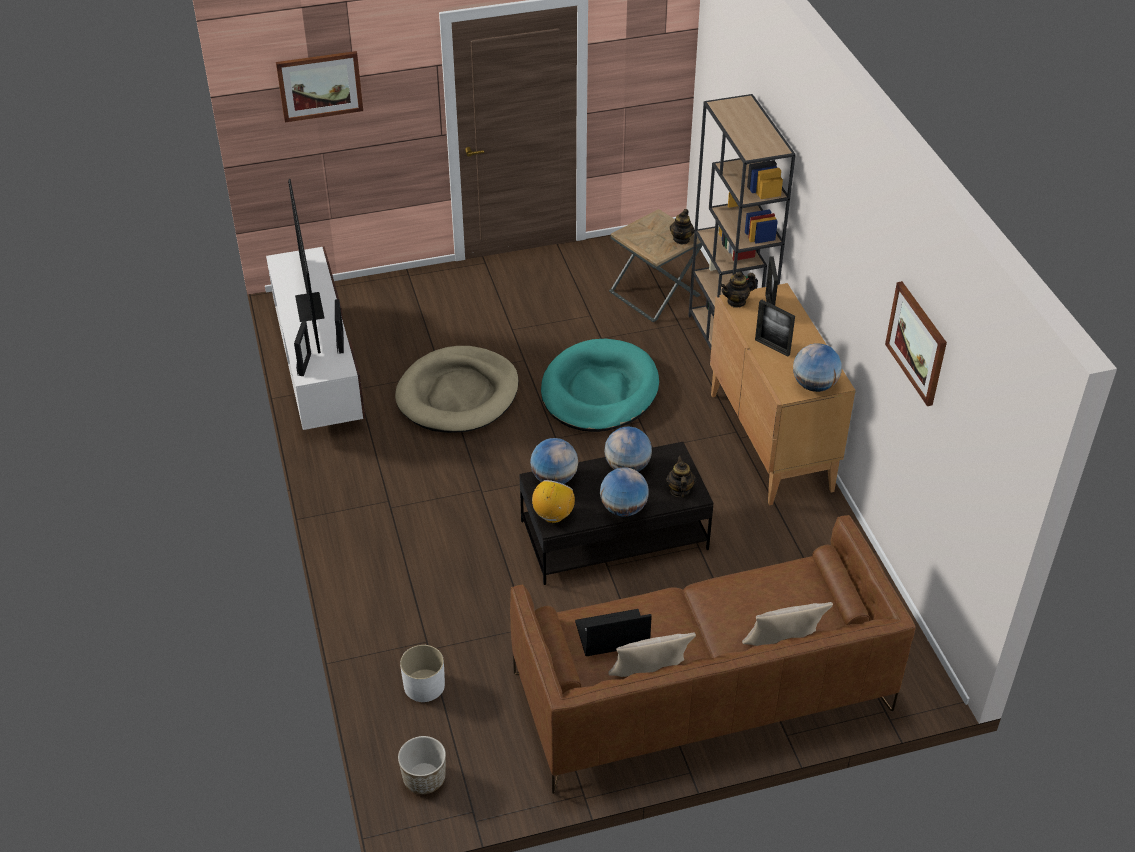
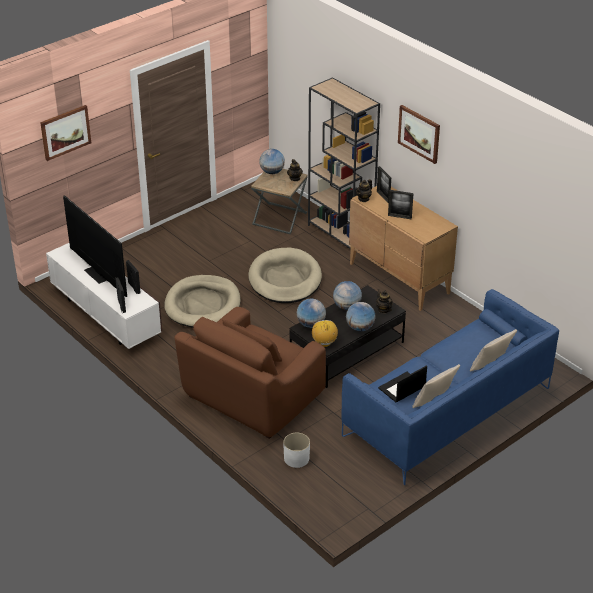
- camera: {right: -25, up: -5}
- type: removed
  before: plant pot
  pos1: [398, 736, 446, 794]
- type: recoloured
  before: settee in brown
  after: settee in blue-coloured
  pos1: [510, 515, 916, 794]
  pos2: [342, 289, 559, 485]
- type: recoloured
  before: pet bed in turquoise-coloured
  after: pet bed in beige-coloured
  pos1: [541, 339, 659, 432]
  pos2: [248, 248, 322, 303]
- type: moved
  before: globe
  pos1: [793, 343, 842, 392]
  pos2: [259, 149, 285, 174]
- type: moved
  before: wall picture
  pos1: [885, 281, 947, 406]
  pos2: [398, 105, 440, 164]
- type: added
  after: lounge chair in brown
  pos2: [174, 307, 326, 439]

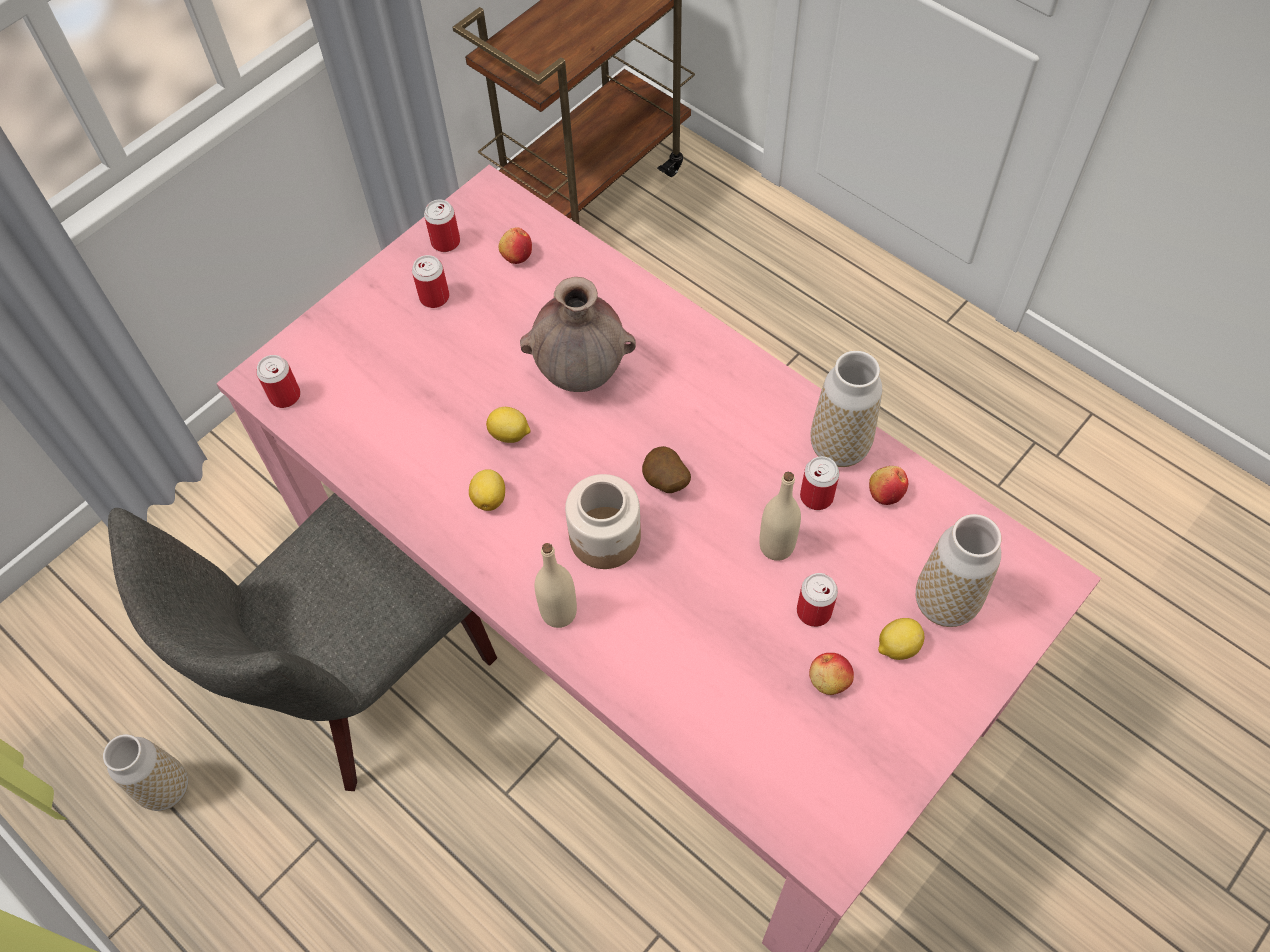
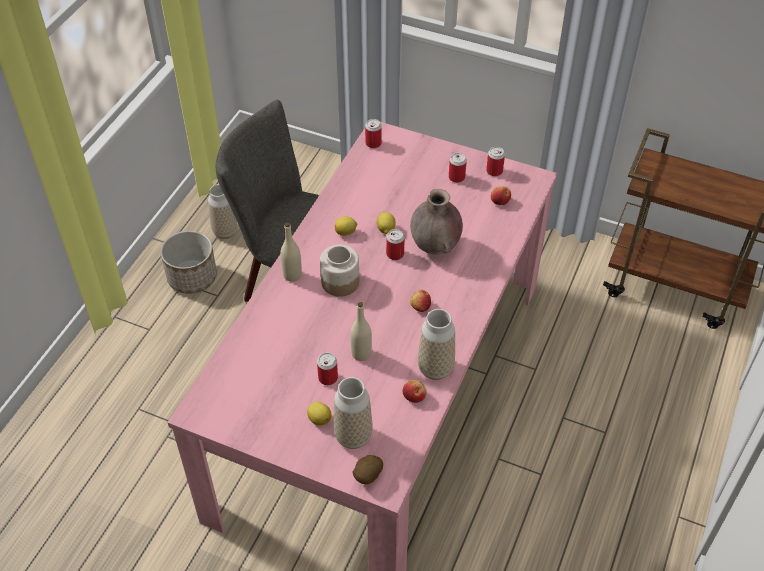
- camera: {right: 70, up: -10}
- type: moved
  before: potato
  pos1: [642, 446, 691, 493]
  pos2: [352, 455, 383, 484]
- type: moved
  before: metal can
  pos1: [800, 456, 839, 510]
  pos2: [386, 229, 405, 260]
- type: moved
  before: apple fruit
  pos1: [809, 653, 854, 695]
  pos2: [410, 290, 431, 312]
- type: added
  after: plant pot
  pos2: [160, 231, 217, 294]

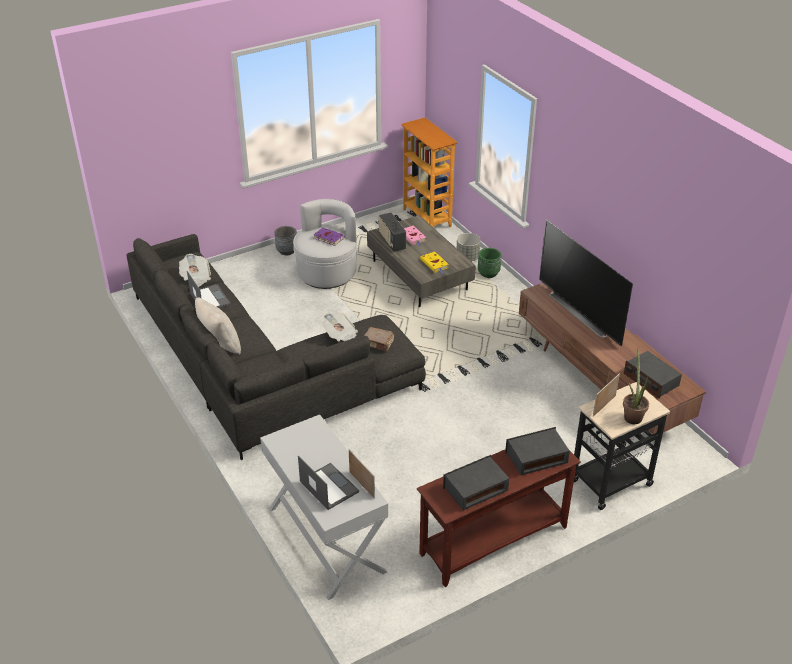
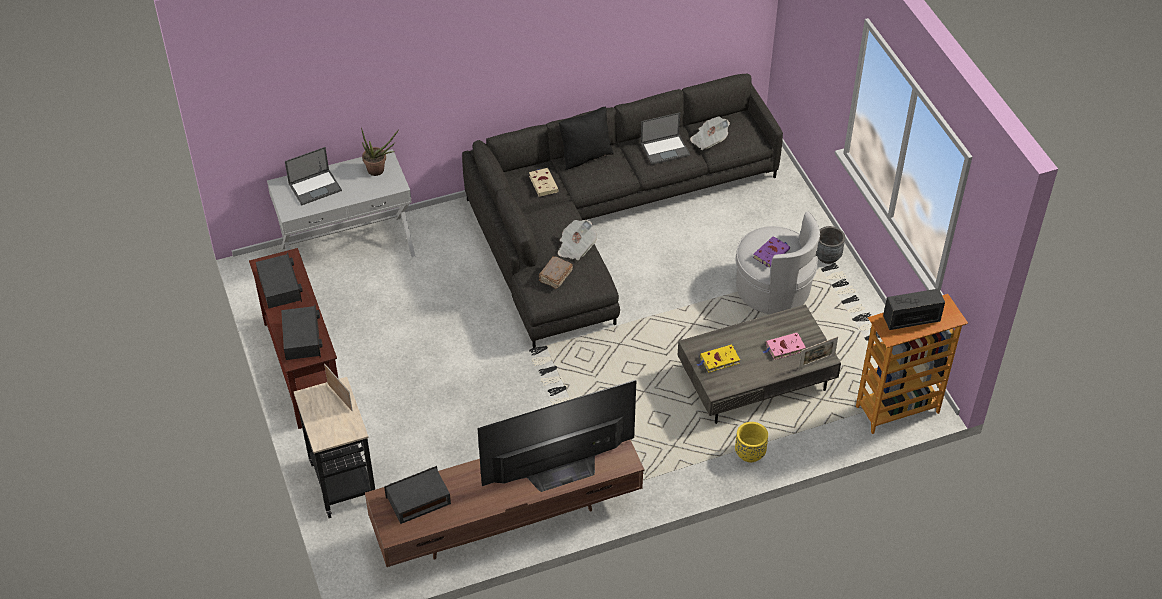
- camera: {right: 100, up: 10}
- type: recoloured
  before: pillow in beige-coloured
  after: pillow in black
  pos1: [195, 298, 241, 355]
  pos2: [559, 107, 614, 170]
- type: moved
  before: standing frame
  pos1: [349, 450, 375, 499]
  pos2: [799, 336, 838, 370]
- type: moved
  before: radio set
  pos1: [379, 212, 406, 252]
  pos2: [883, 288, 945, 330]
- type: removed
  before: plant pot in grey
  pos1: [457, 233, 481, 261]
- type: recoloured
  before: plant pot in green
  after: plant pot in yellow-coloured
  pos1: [478, 248, 501, 278]
  pos2: [735, 422, 768, 462]
- type: moved
  before: plant in a pot
  pos1: [623, 348, 649, 424]
  pos2: [361, 127, 399, 176]
- type: added
  after: bound book in beige-coloured
  pos2: [529, 168, 559, 197]

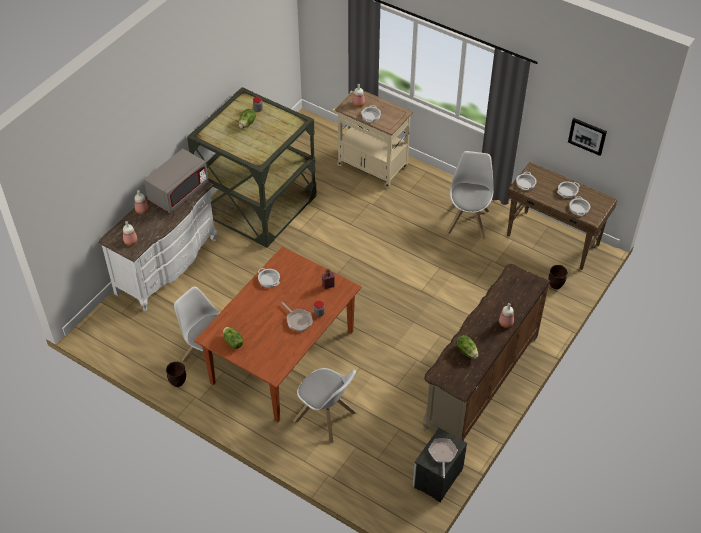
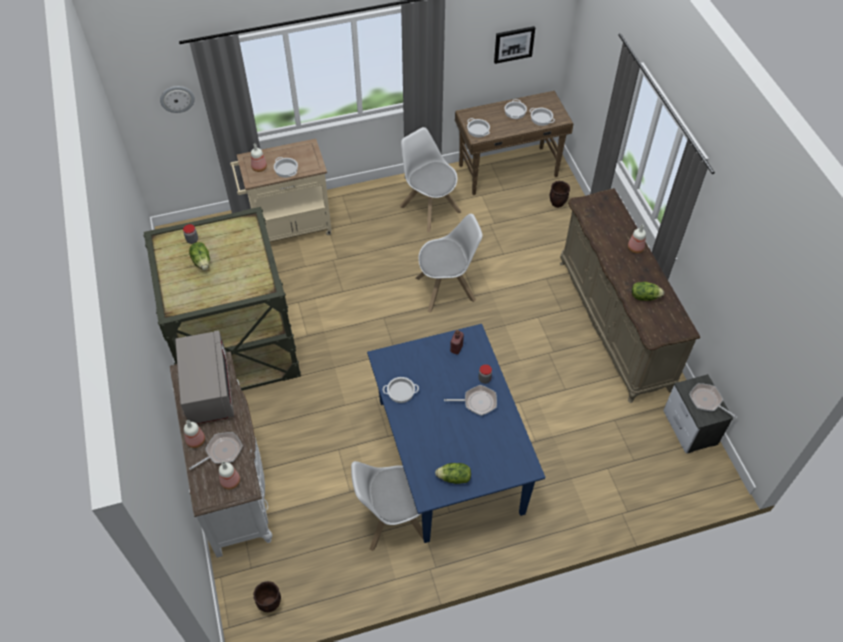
- camera: {right: -50, up: 5}
- type: moved
  before: plant pot in brown
  pos1: [166, 362, 186, 387]
  pos2: [253, 581, 281, 612]
- type: recoloured
  before: kitchen table in brown
  after: kitchen table in blue-coloured
  pos1: [194, 246, 362, 422]
  pos2: [367, 324, 545, 543]
- type: moved
  before: upright chair
  pos1: [293, 368, 356, 443]
  pos2: [415, 214, 483, 313]
- type: added
  after: clock on the wall
  pos2: [160, 86, 195, 113]
- type: added
  after: frying pan
  pos2: [189, 432, 243, 470]

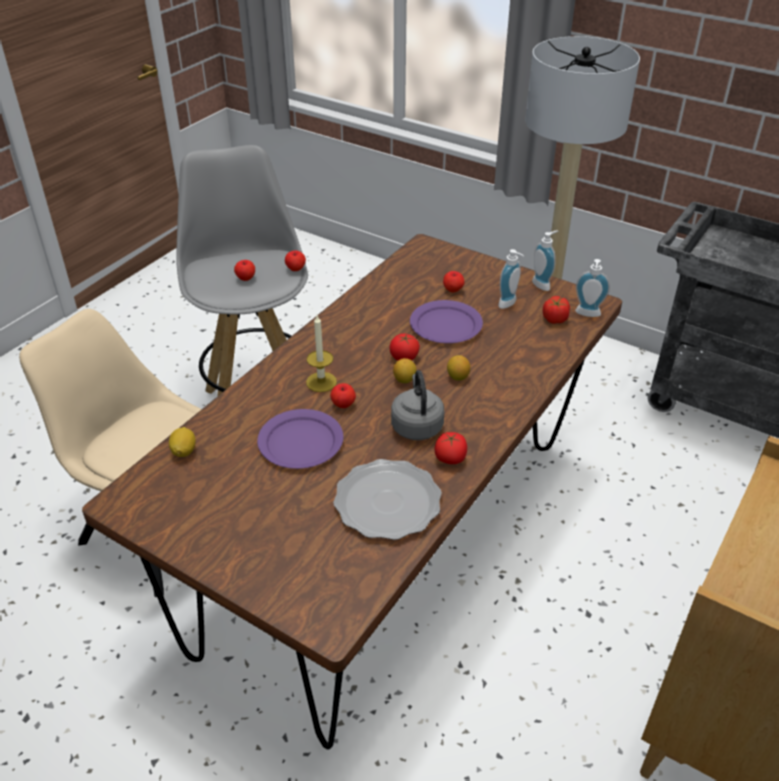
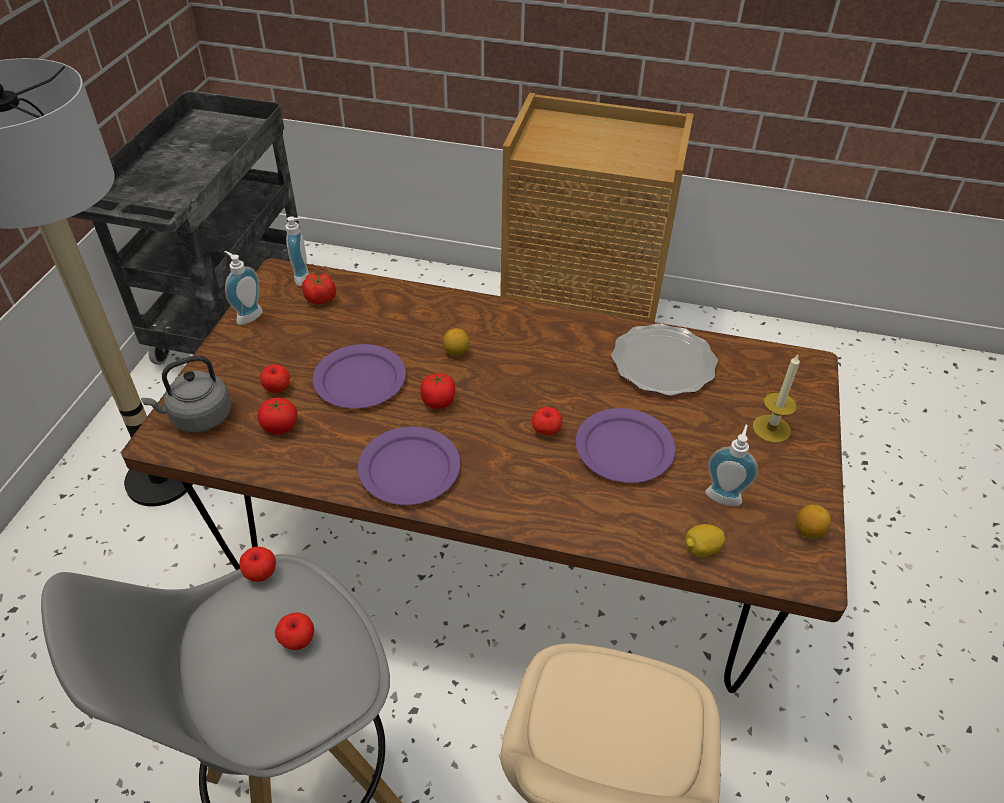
- camera: {right: -110, up: 5}
- type: moved
  before: wax candle
  pos1: [306, 315, 337, 392]
  pos2: [752, 355, 800, 443]
- type: moved
  before: tea kettle in grey
  pos1: [391, 370, 444, 440]
  pos2: [141, 355, 231, 432]
- type: moved
  before: lemon
  pos1: [393, 358, 417, 383]
  pos2: [796, 505, 831, 539]
- type: moved
  before: fresh tomato
  pos1: [435, 432, 467, 464]
  pos2: [258, 398, 297, 435]
- type: moved
  before: soap dispenser
  pos1: [498, 249, 524, 309]
  pos2: [705, 425, 758, 506]
- type: added
  after: flat dish in purple
  pos2: [358, 427, 460, 505]

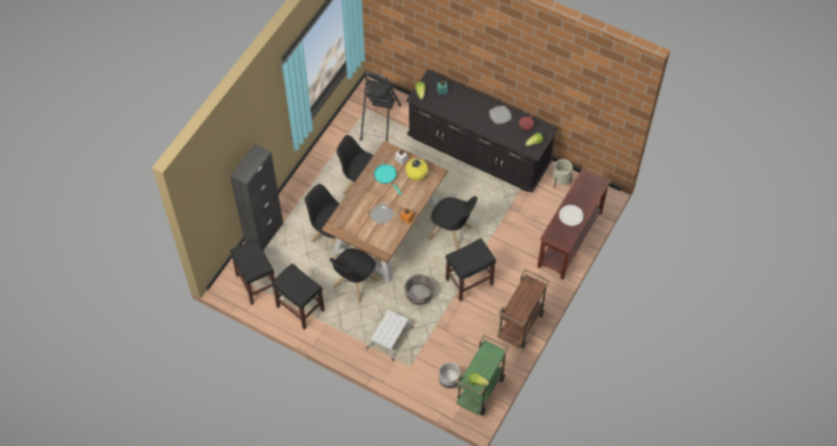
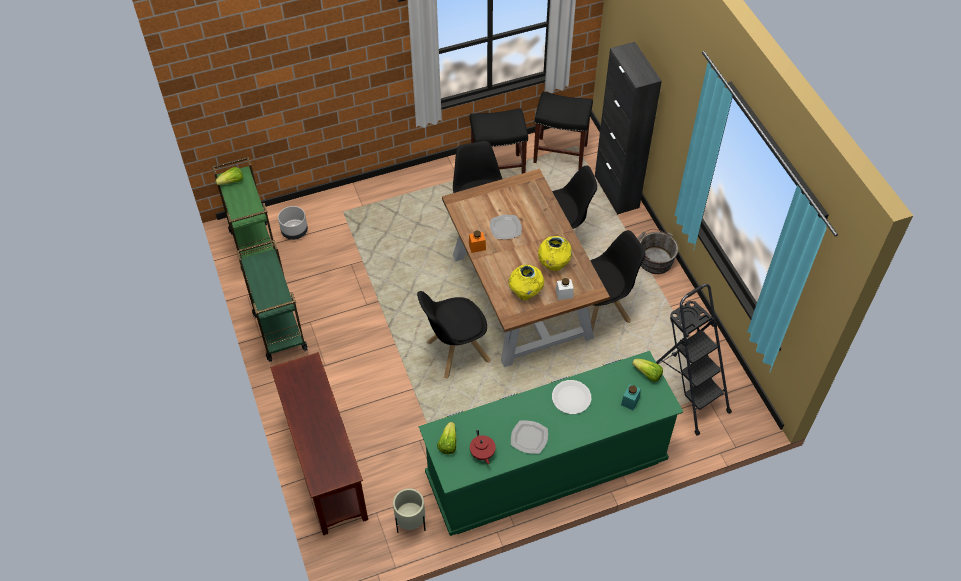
- camera: {right: 130, up: -5}
- type: removed
  before: stepladder in whitish
  pos1: [366, 310, 413, 361]
- type: replaced
  before: frying pan in turquoise-coloured
  after: vase in yellow-coloured
  pos1: [374, 164, 402, 195]
  pos2: [538, 236, 572, 271]
- type: moved
  before: pail in grey
  pos1: [404, 274, 435, 305]
  pos2: [637, 229, 679, 274]
- type: recoloured
  before: drawer chest in black
  after: drawer chest in green
  pos1: [406, 69, 559, 193]
  pos2: [419, 351, 683, 536]
- type: removed
  before: stool seat in black
  pos1: [446, 238, 496, 301]
- type: recoloured
  before: wheeled cart in brown
  after: wheeled cart in green
  pos1: [498, 269, 550, 349]
  pos2: [236, 240, 308, 362]
- type: moved
  before: flat dish in whitish
  pos1: [559, 205, 584, 226]
  pos2: [552, 380, 591, 414]

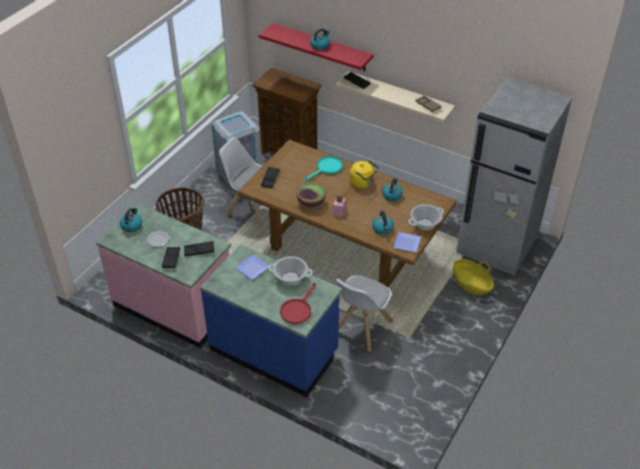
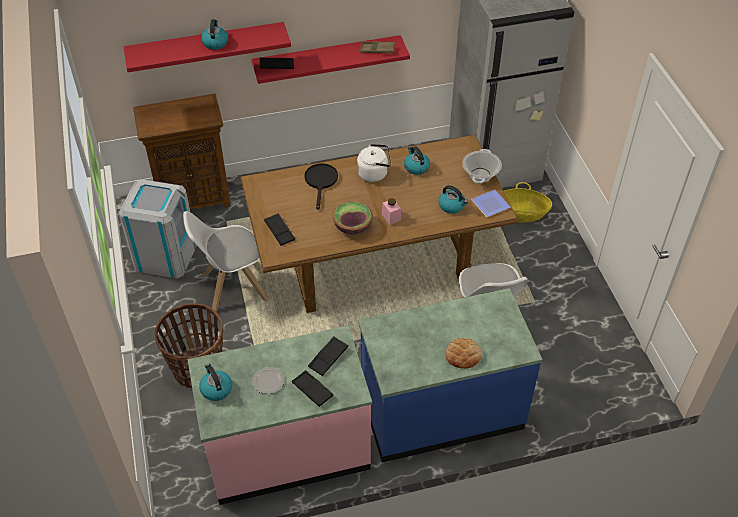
- camera: {right: -45, up: 5}
- type: removed
  before: flat dish
  pos1: [235, 255, 269, 280]
- type: removed
  before: stockpot
  pos1: [268, 256, 313, 285]
- type: removed
  before: frying pan in reddish
  pos1: [280, 283, 316, 324]
- type: recoloured
  before: frying pan in turquoise-coloured
  after: frying pan in black
  pos1: [304, 156, 343, 181]
  pos2: [304, 163, 338, 210]
- type: recoloured
  before: shelf in beige-coloured
  after: shelf in reddish
  pos1: [336, 71, 455, 123]
  pos2: [251, 35, 410, 84]
- type: recoloured
  before: tea kettle in yellow-coloured
  after: tea kettle in whitish
  pos1: [350, 161, 379, 188]
  pos2: [357, 144, 391, 182]
- type: added
  after: bakery bread
  pos2: [446, 338, 482, 369]

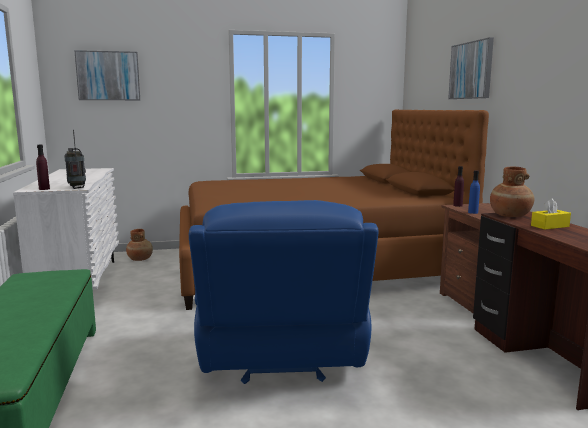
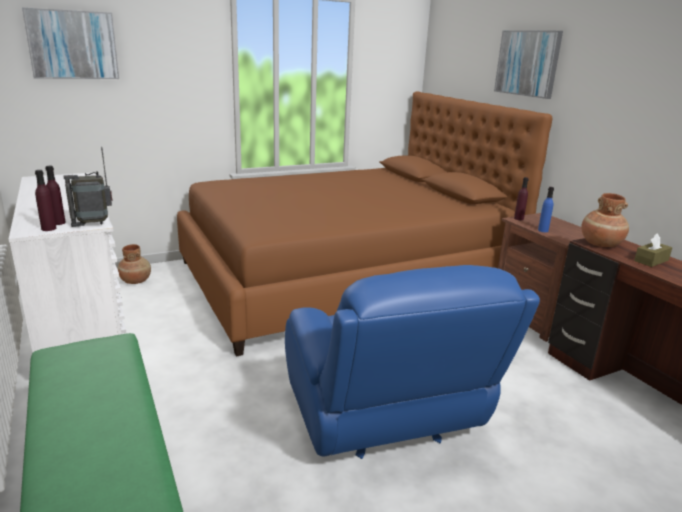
- camera: {right: -15, up: 10}
- type: turned
  before: radio set
  pos1: [64, 130, 86, 189]
  pos2: [63, 147, 113, 227]
  turn: -75
- type: recoloured
  before: tissue box in yellow-coloured
  after: tissue box in brown
  pos1: [531, 198, 571, 230]
  pos2: [634, 233, 672, 267]
- type: added
  after: beverage bottle in purple
  pos2: [45, 166, 66, 225]

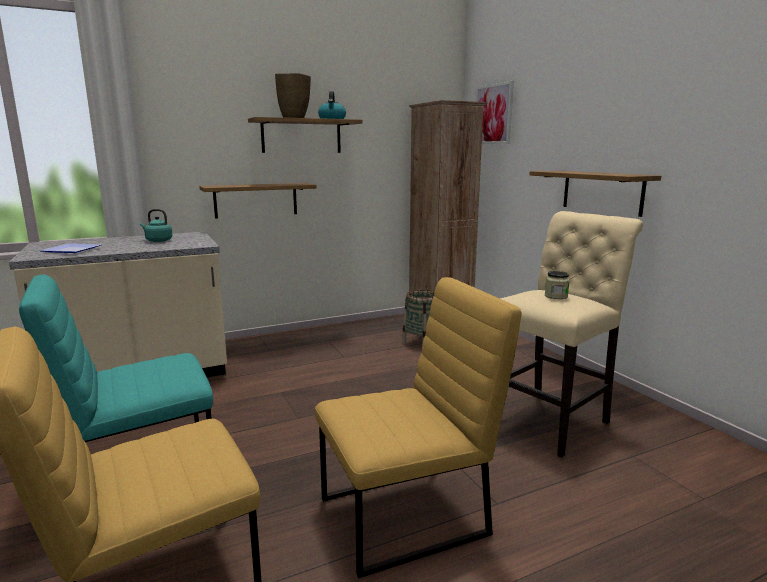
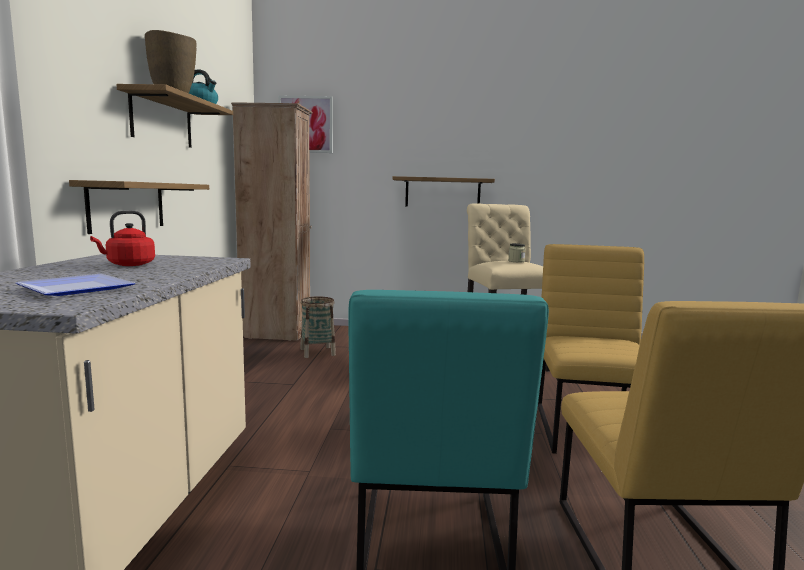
- camera: {right: -60, up: -5}
- type: recoloured
  before: tea kettle in turquoise-coloured
  after: tea kettle in reddish
  pos1: [140, 209, 173, 242]
  pos2: [90, 211, 155, 266]

